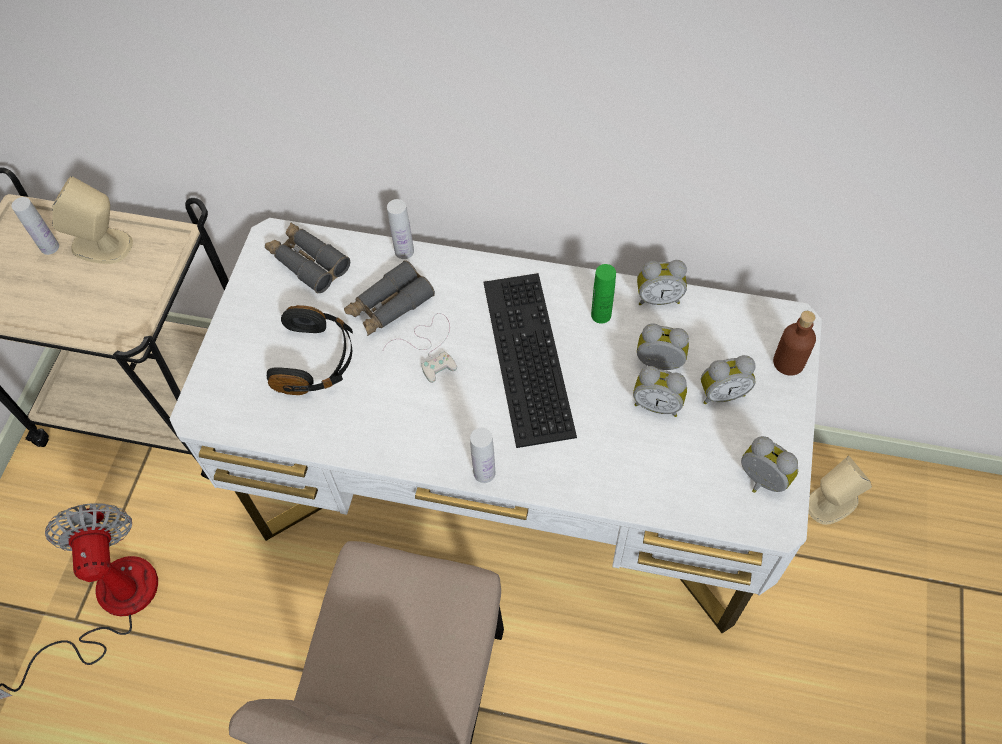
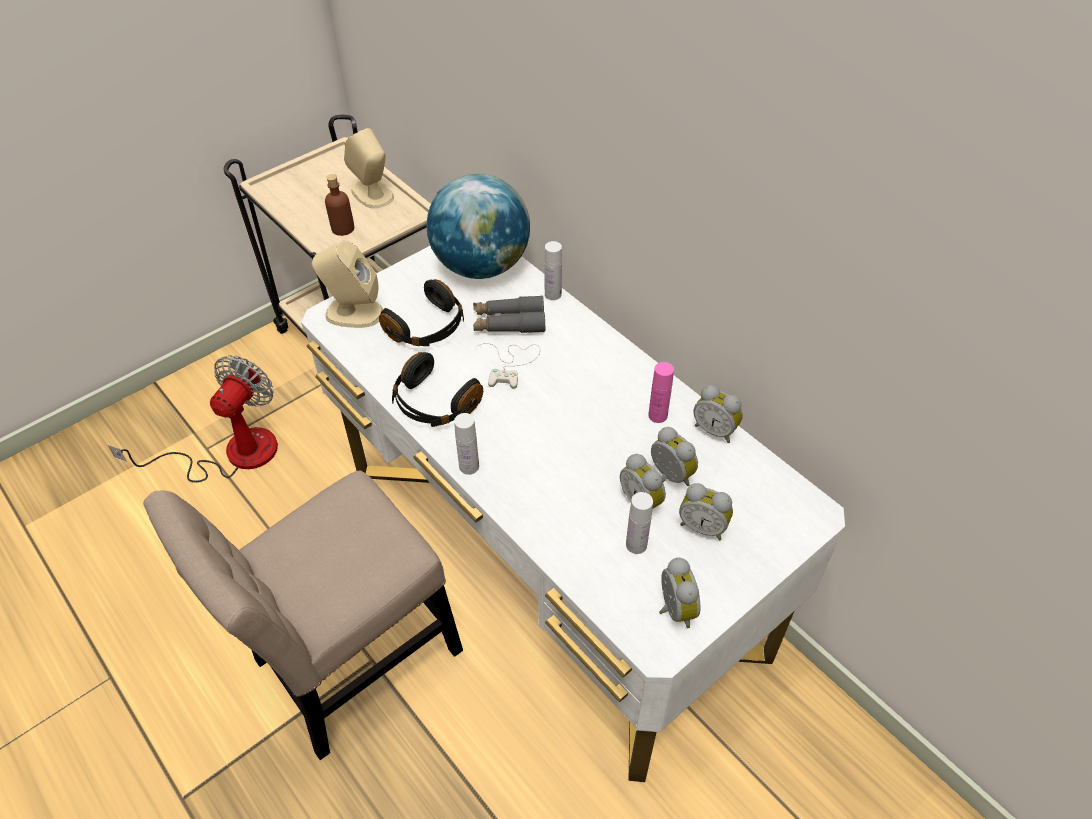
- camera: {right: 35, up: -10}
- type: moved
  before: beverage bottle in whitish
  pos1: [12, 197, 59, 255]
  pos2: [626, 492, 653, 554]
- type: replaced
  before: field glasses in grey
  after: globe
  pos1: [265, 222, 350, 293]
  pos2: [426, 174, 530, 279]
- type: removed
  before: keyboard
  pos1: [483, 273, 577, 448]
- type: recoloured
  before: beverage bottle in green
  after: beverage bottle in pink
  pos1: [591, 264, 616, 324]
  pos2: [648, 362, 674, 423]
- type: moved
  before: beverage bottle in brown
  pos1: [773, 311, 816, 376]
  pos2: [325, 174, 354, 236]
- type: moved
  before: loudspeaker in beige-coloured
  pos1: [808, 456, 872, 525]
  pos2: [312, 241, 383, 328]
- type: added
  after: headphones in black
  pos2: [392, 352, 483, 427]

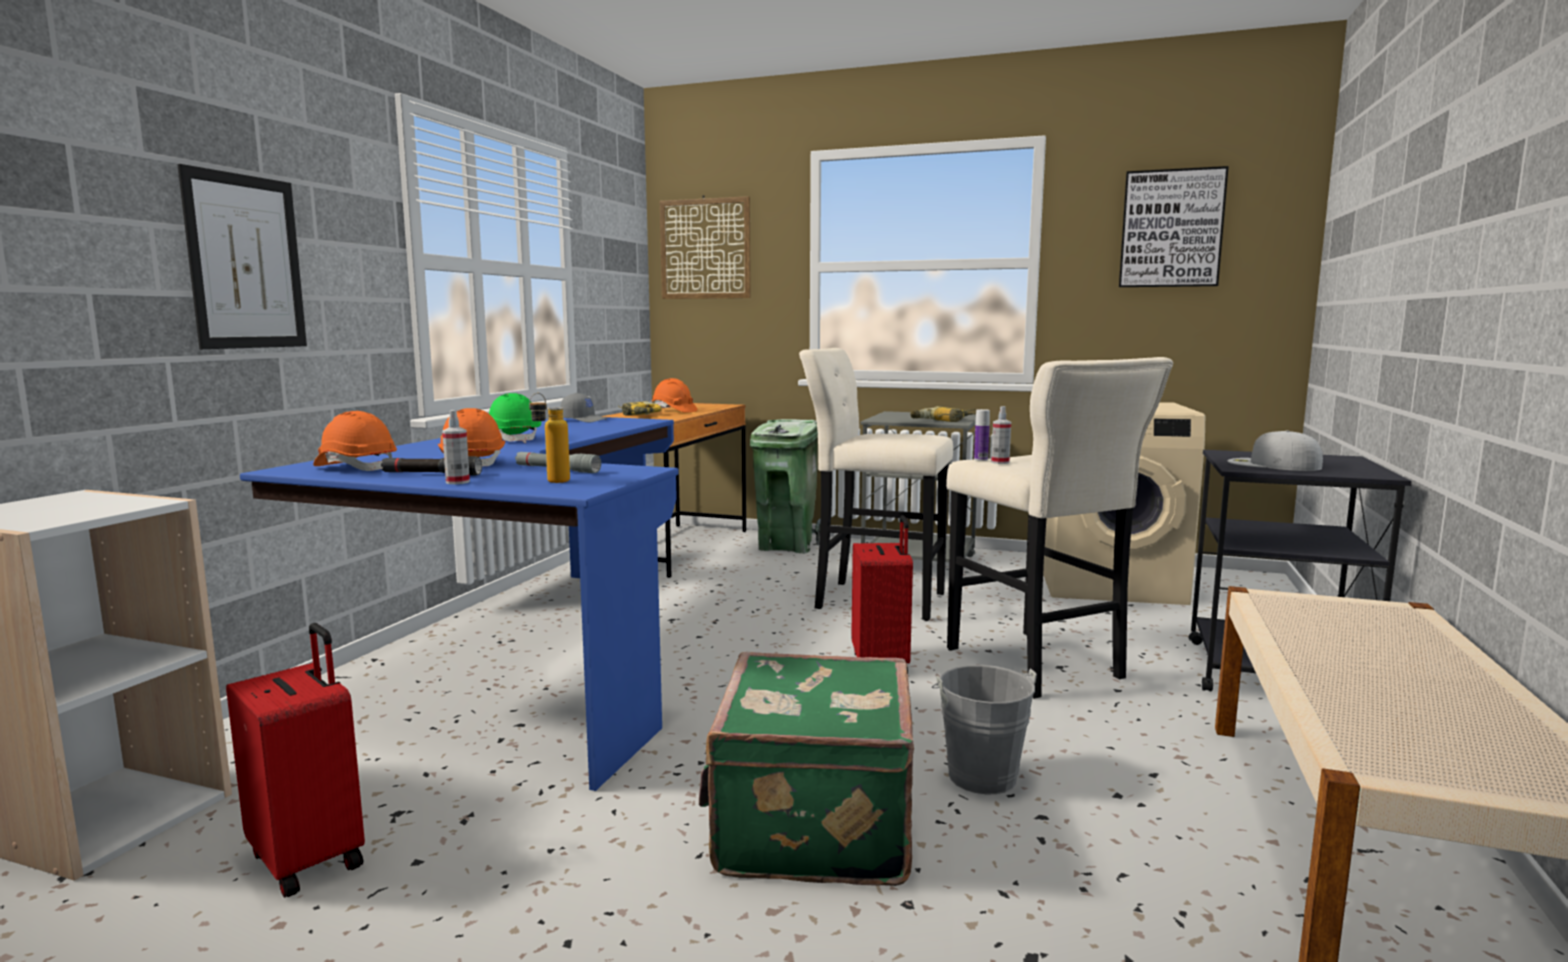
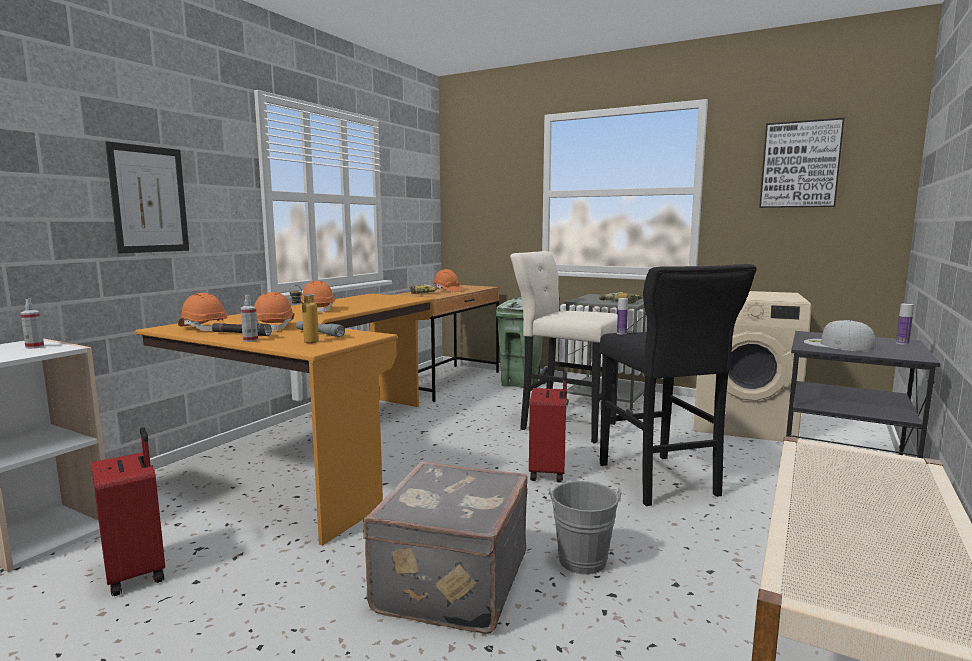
- camera: {right: 10, up: 0}
- type: recoloured
  before: desk in blue-coloured
  after: desk in orange
  pos1: [240, 417, 679, 791]
  pos2: [136, 294, 435, 546]
- type: recoloured
  before: work helmet in green
  after: work helmet in orange
  pos1: [489, 393, 541, 443]
  pos2: [301, 281, 335, 313]
- type: removed
  before: cap in grey
  pos1: [560, 393, 608, 422]
- type: removed
  before: wall picture
  pos1: [660, 195, 751, 299]
- type: recoloured
  before: piece of luggage in green
  after: piece of luggage in grey
  pos1: [699, 652, 914, 886]
  pos2: [363, 461, 528, 634]
- type: recoloured
  before: stool seat in beige-coloured
  after: stool seat in black
  pos1: [946, 357, 1173, 699]
  pos2: [599, 264, 757, 506]
- type: moved
  before: hand sprayer
  pos1: [991, 406, 1011, 464]
  pos2: [21, 299, 44, 349]
- type: added
  after: beverage bottle
  pos2: [896, 304, 914, 345]

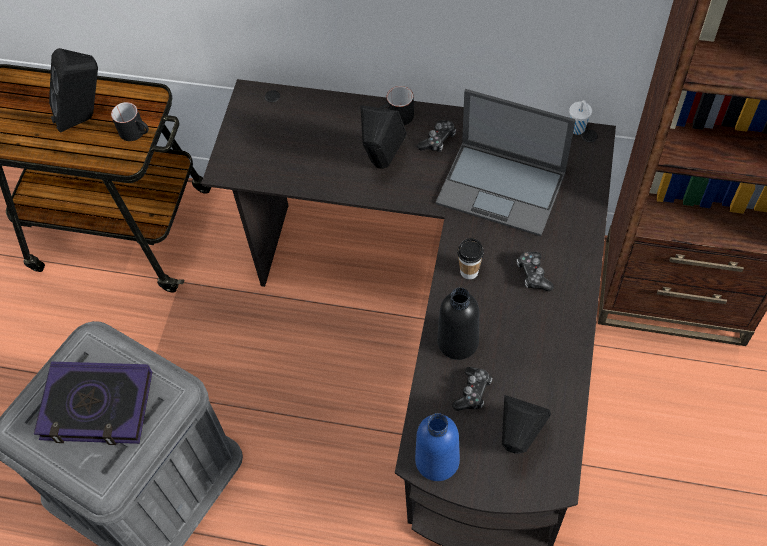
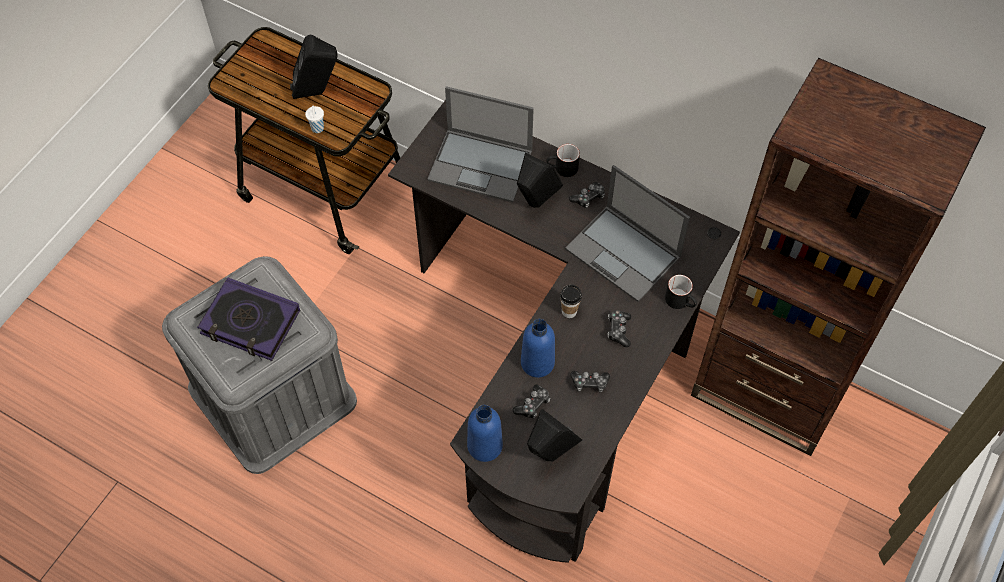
- camera: {right: 15, up: 0}
- type: moved
  before: mug in black
  pos1: [111, 102, 149, 141]
  pos2: [665, 275, 697, 309]
- type: recoloured
  before: beverage bottle in black
  after: beverage bottle in blue-coloured
  pos1: [437, 287, 479, 360]
  pos2: [521, 319, 555, 378]
- type: moved
  before: small cup in whitish
  pos1: [569, 100, 592, 135]
  pos2: [305, 106, 324, 133]
- type: added
  after: laptop
  pos2: [427, 86, 534, 202]
- type: added
  after: joypad
  pos2: [570, 371, 610, 393]

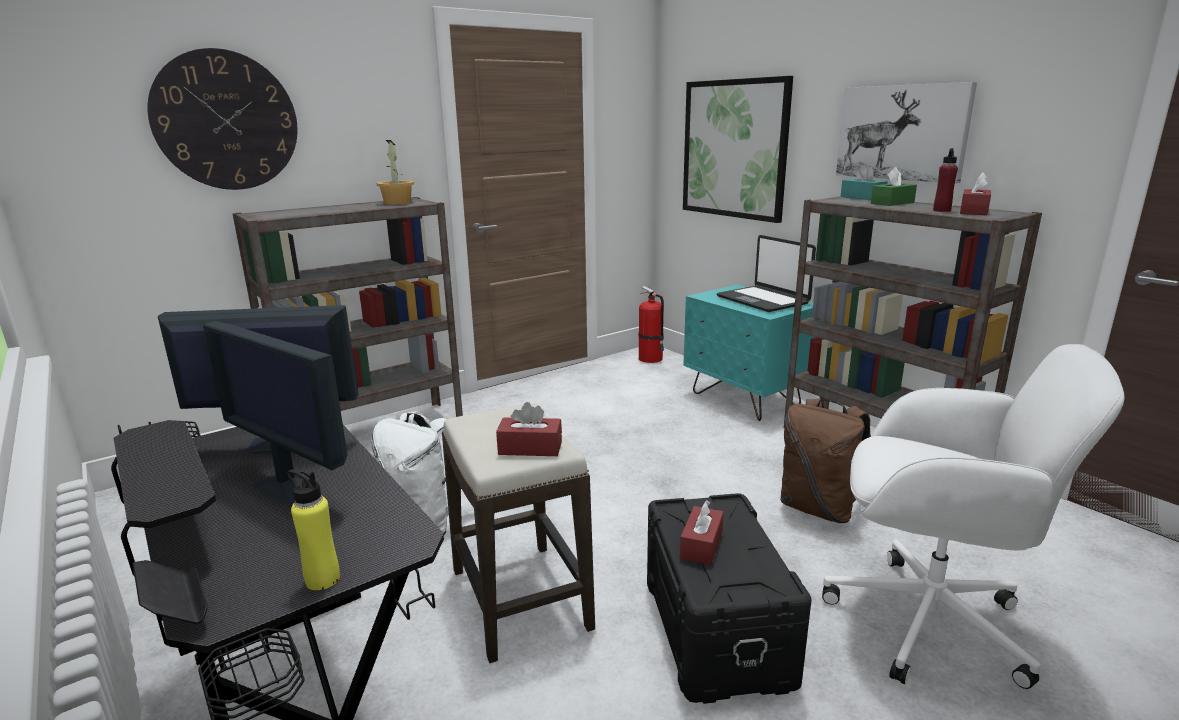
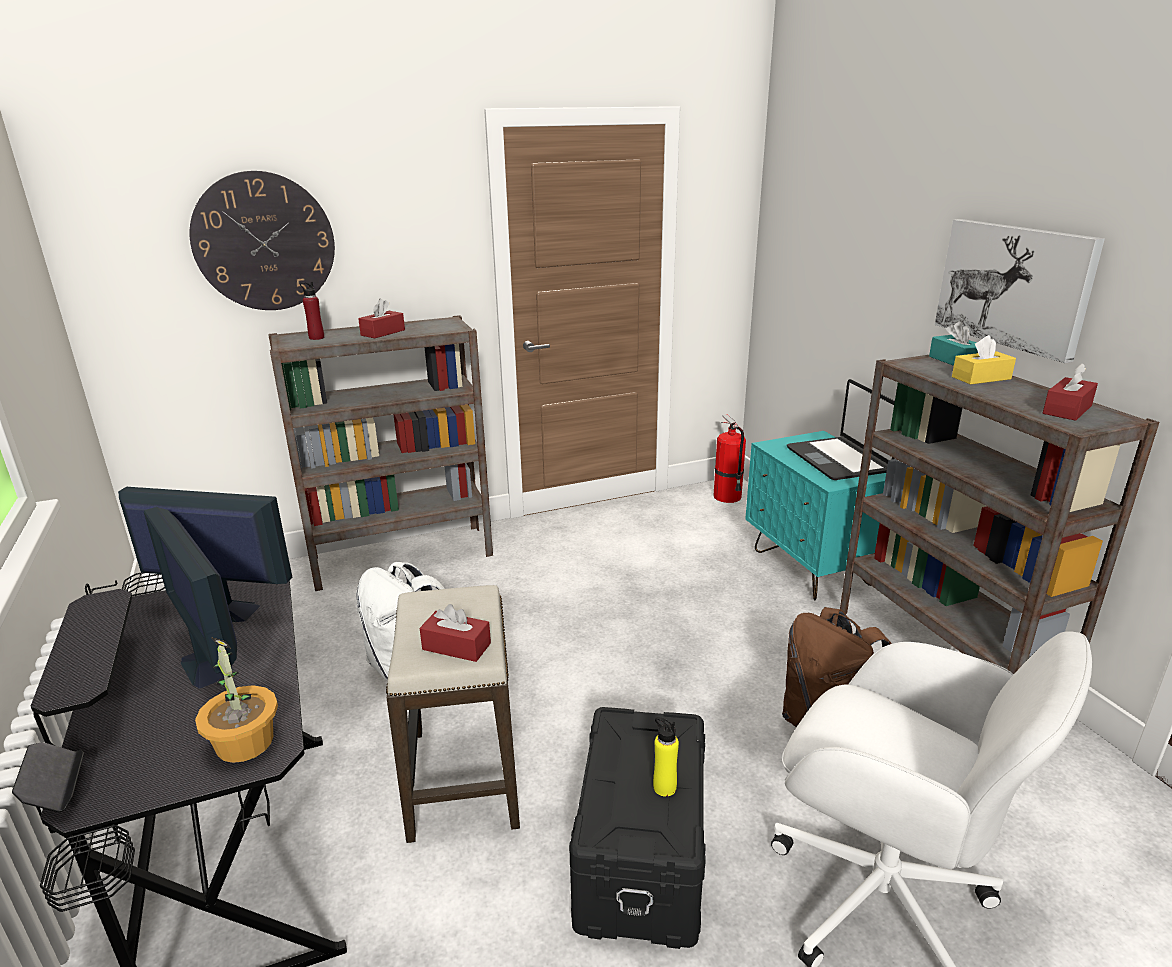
- camera: {right: 15, up: 5}
- type: moved
  before: beverage bottle in yellow-coloured
  pos1: [286, 469, 340, 590]
  pos2: [653, 717, 679, 797]
- type: moved
  before: plant in a pot
  pos1: [376, 140, 414, 205]
  pos2: [195, 637, 278, 763]
- type: moved
  before: tissue box in reddish
  pos1: [680, 500, 724, 565]
  pos2: [358, 299, 405, 338]
- type: removed
  before: wall picture
  pos1: [683, 76, 793, 223]
- type: recoloured
  before: tissue box in green
  after: tissue box in yellow-coloured
  pos1: [871, 167, 917, 206]
  pos2: [952, 335, 1016, 385]
- type: moved
  before: beverage bottle in reddish
  pos1: [933, 148, 958, 212]
  pos2: [300, 281, 324, 340]

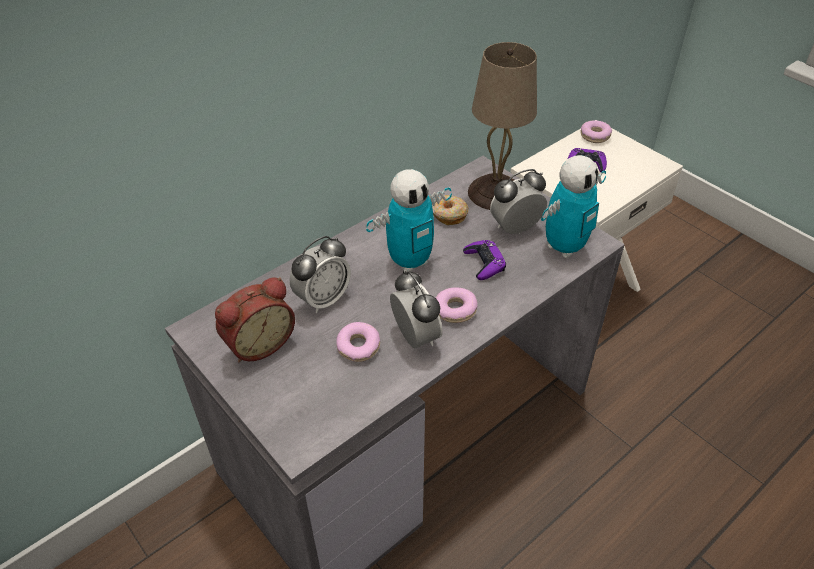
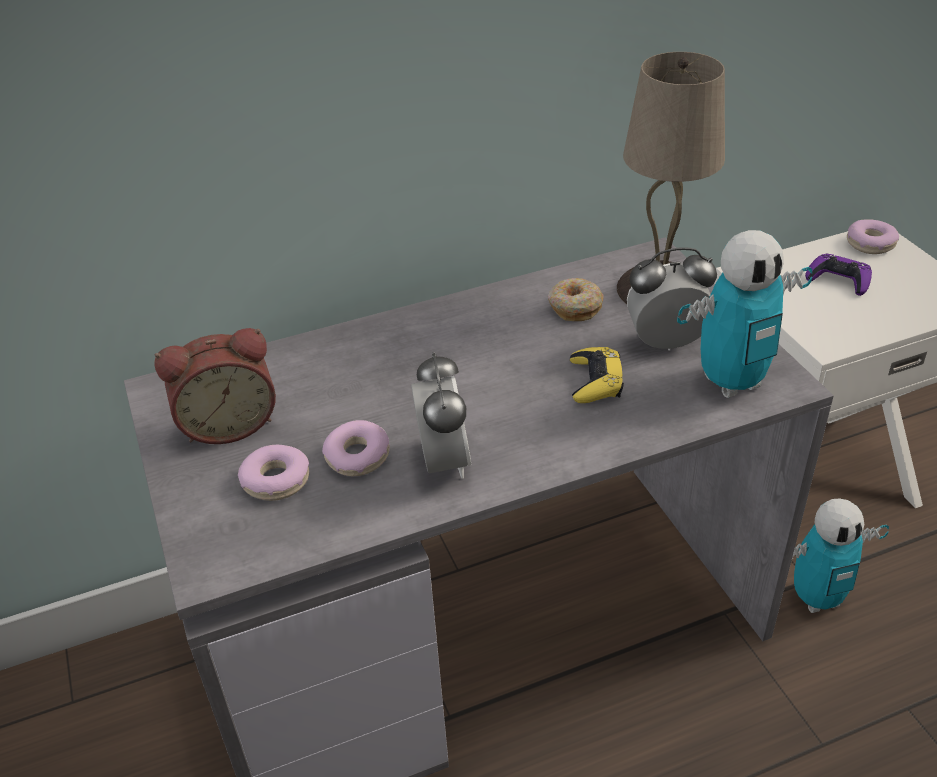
- camera: {right: 20, up: -5}
- type: removed
  before: table clock
  pos1: [289, 236, 351, 313]
- type: moved
  before: model robot
  pos1: [366, 169, 452, 272]
  pos2: [792, 498, 889, 613]
- type: moved
  before: doughnut
  pos1: [436, 288, 477, 323]
  pos2: [238, 445, 309, 501]
- type: recoloured
  before: joypad in purple
  after: joypad in yellow-coloured
  pos1: [463, 240, 506, 280]
  pos2: [570, 347, 624, 403]

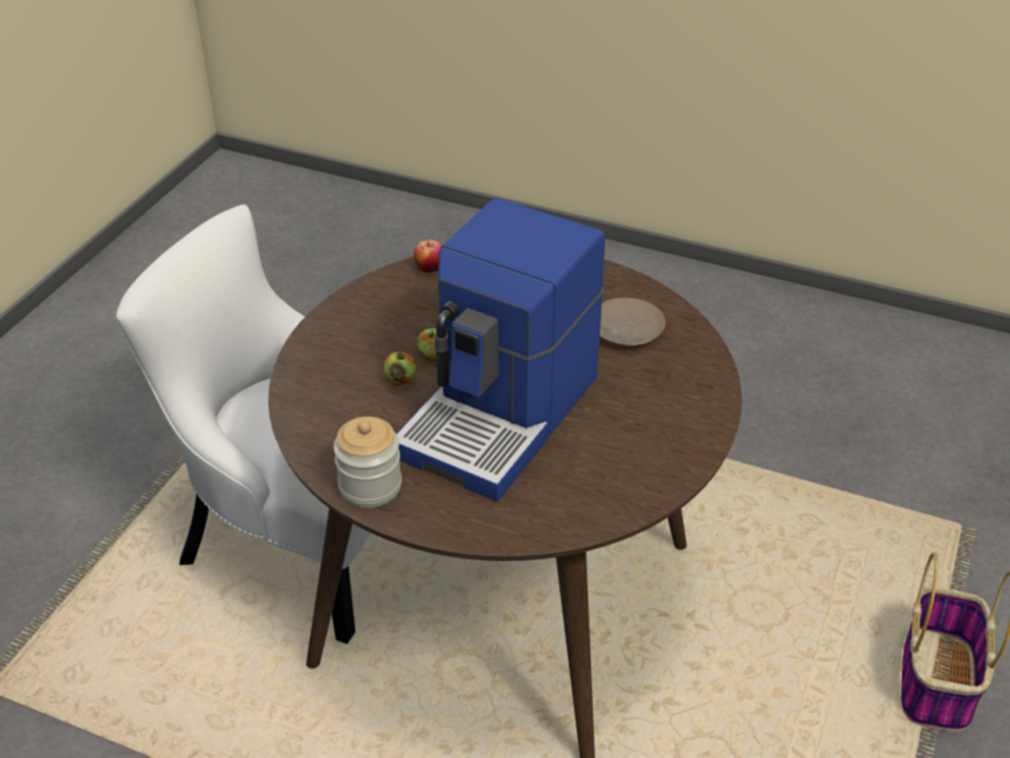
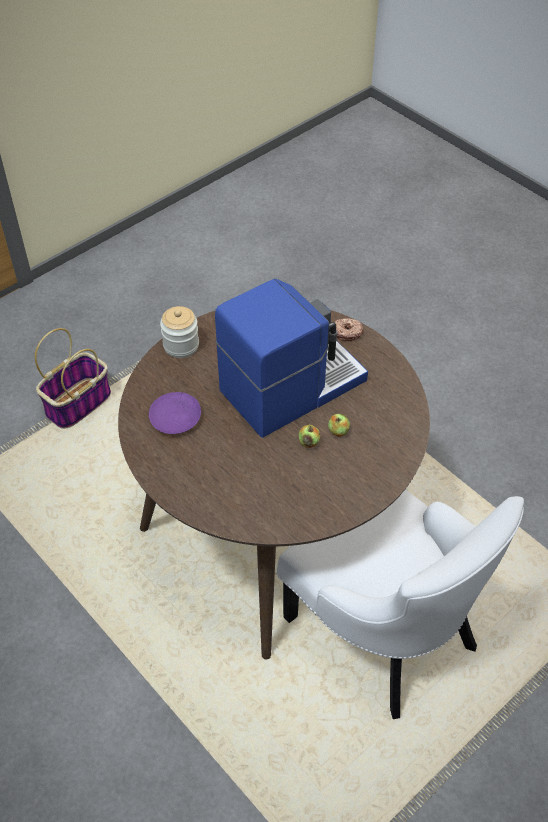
- camera: {right: -155, up: 10}
- type: moved
  before: storage jar
  pos1: [333, 416, 402, 508]
  pos2: [160, 306, 199, 358]
- type: removed
  before: apple fruit
  pos1: [414, 239, 443, 273]
- type: recoloured
  before: flat dish in beige-coloured
  after: flat dish in purple
  pos1: [600, 298, 666, 346]
  pos2: [149, 392, 201, 434]
- type: added
  after: doughnut
  pos2: [334, 318, 363, 341]

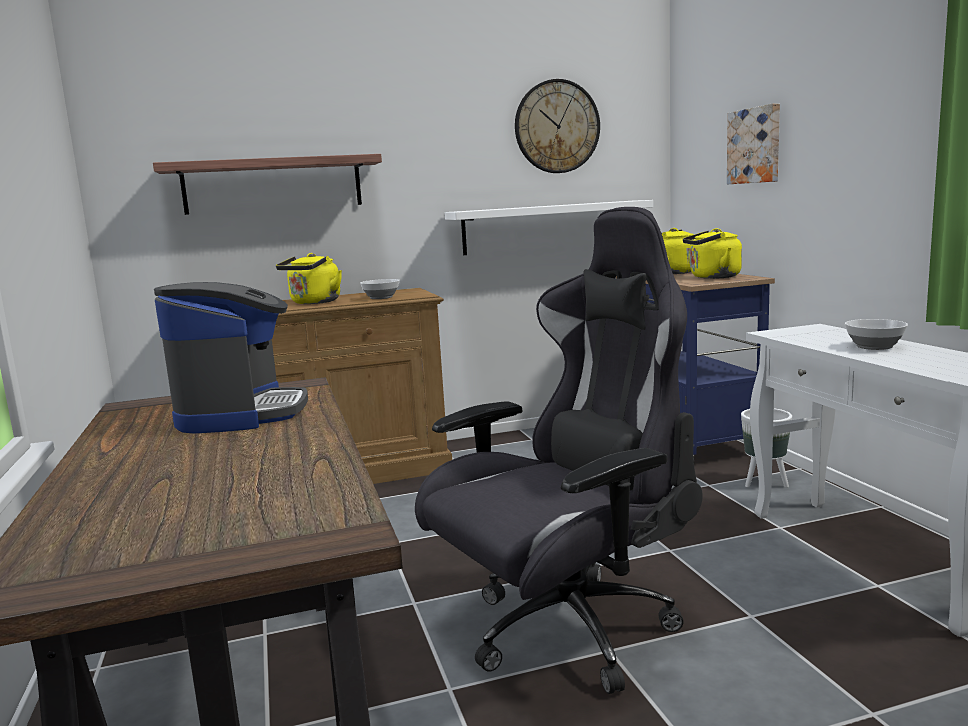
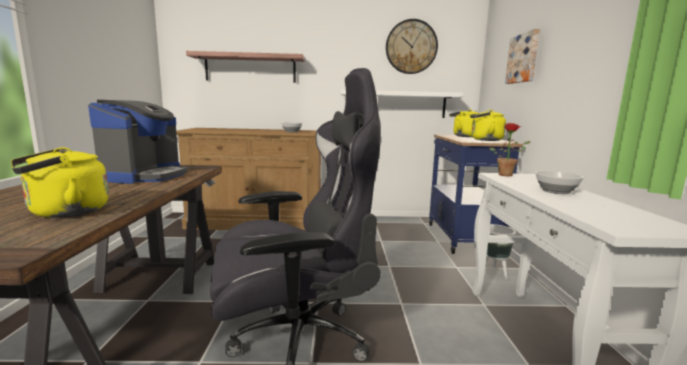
- camera: {right: 15, up: 0}
- type: moved
  before: tea kettle in yellow-coloured
  pos1: [276, 253, 342, 304]
  pos2: [11, 147, 109, 218]
- type: added
  after: plant in a pot
  pos2: [490, 123, 531, 176]

